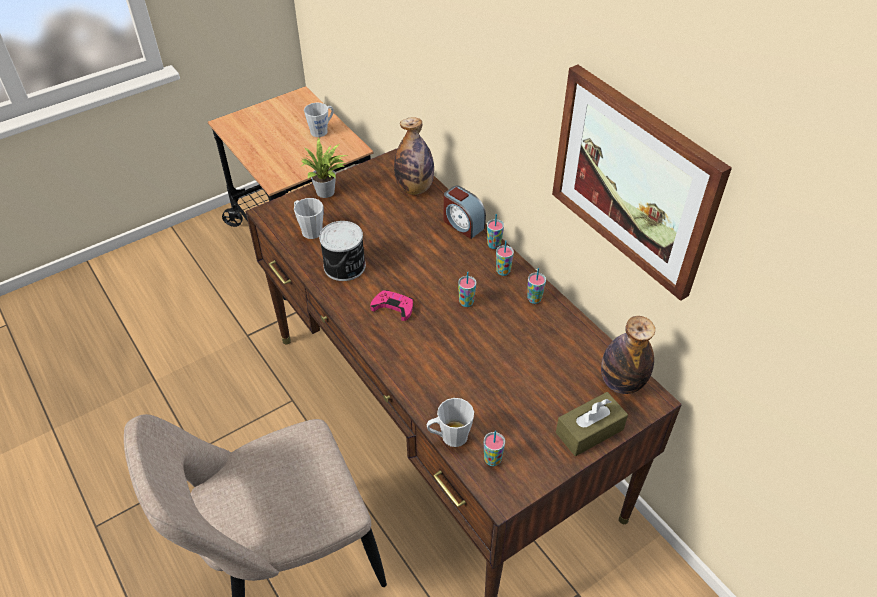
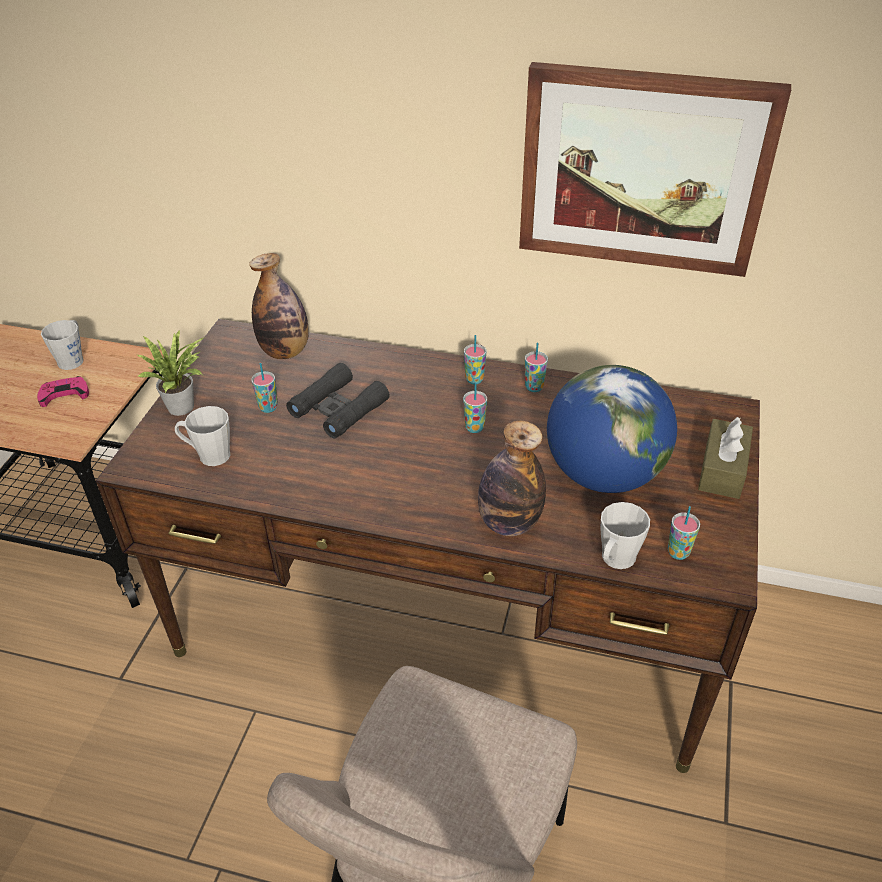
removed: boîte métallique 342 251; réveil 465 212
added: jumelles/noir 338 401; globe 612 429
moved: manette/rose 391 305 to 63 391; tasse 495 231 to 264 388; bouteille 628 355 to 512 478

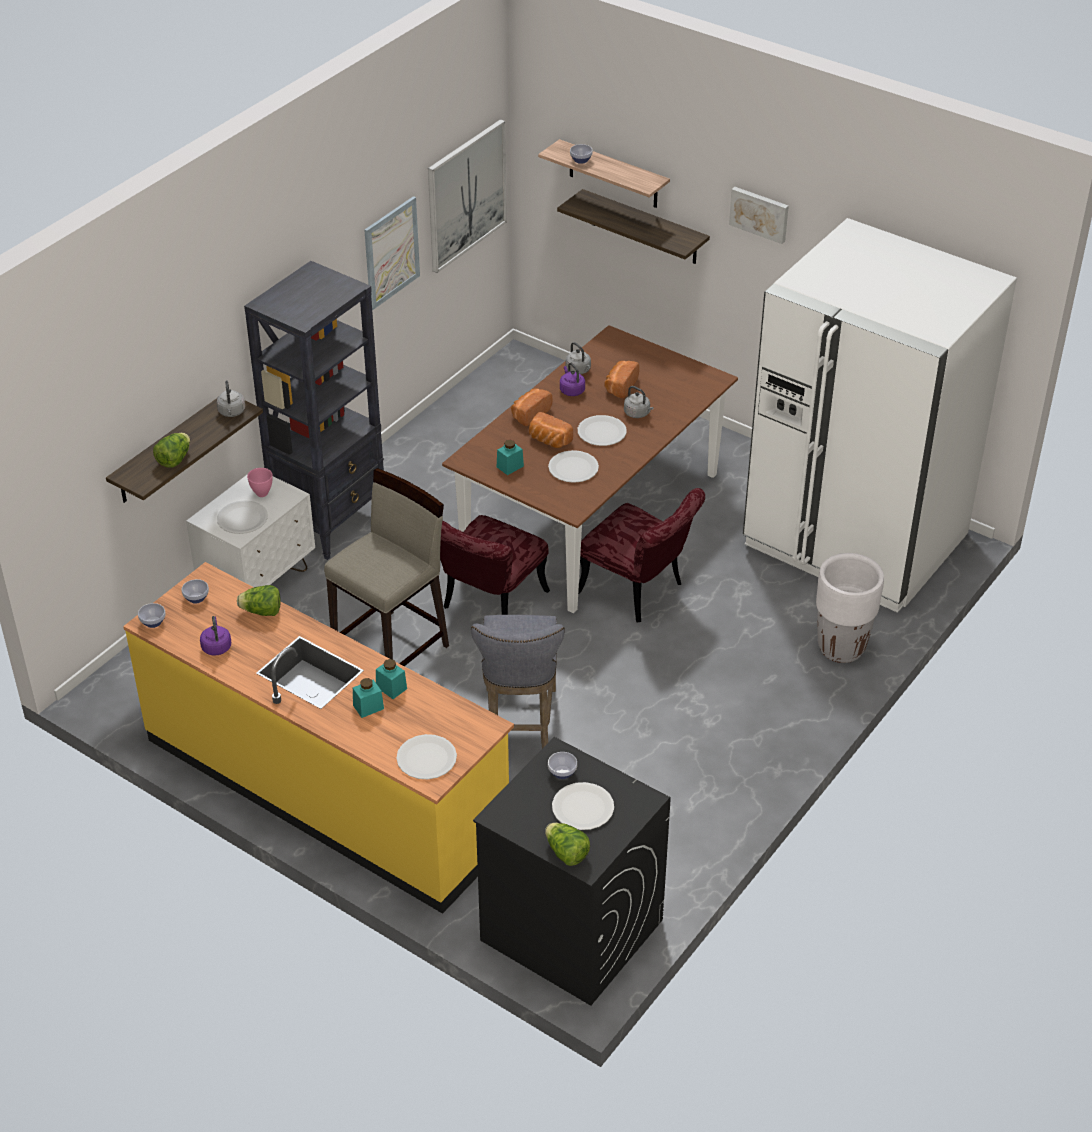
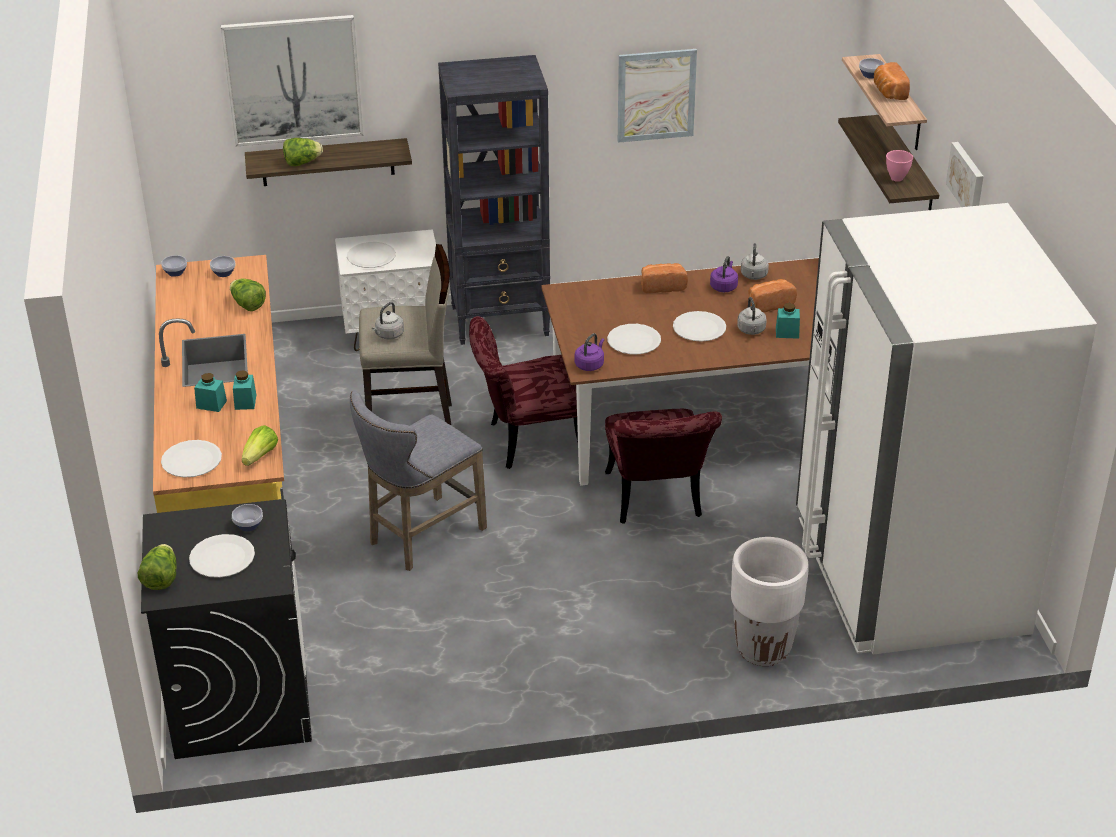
added: laitue 260 445
moved: bouilloire/violet 215 636 to 589 352; bouilloire/gris 230 398 to 388 321; bol/rose 260 482 to 899 166; tableau 467 196 to 292 80; bocal/turquoise 510 457 to 788 321; pain 551 430 to 892 81

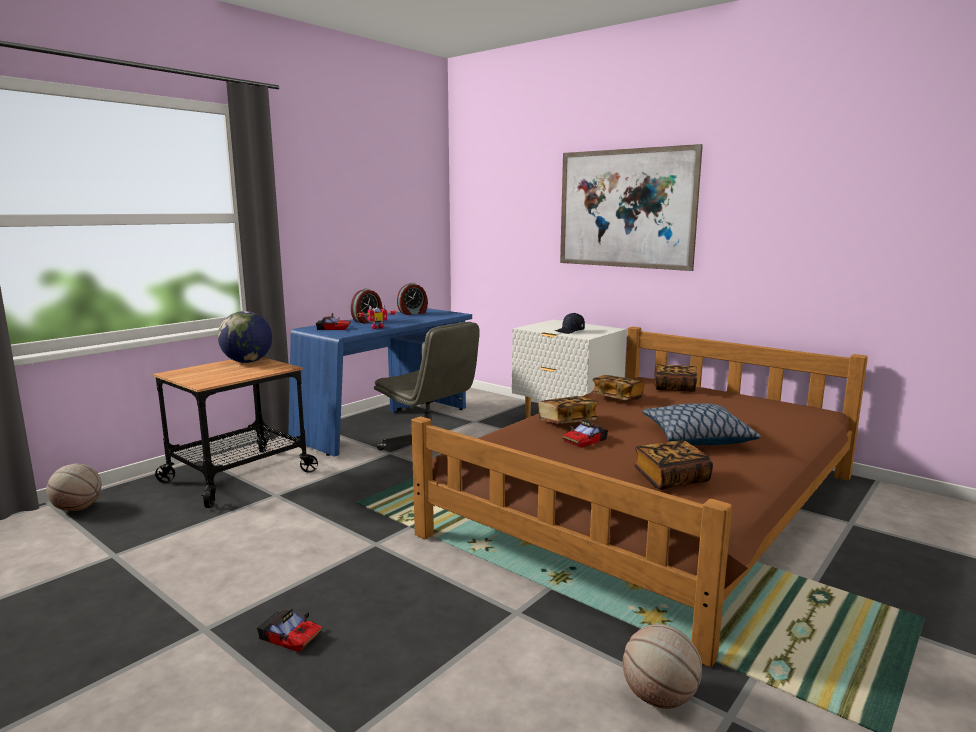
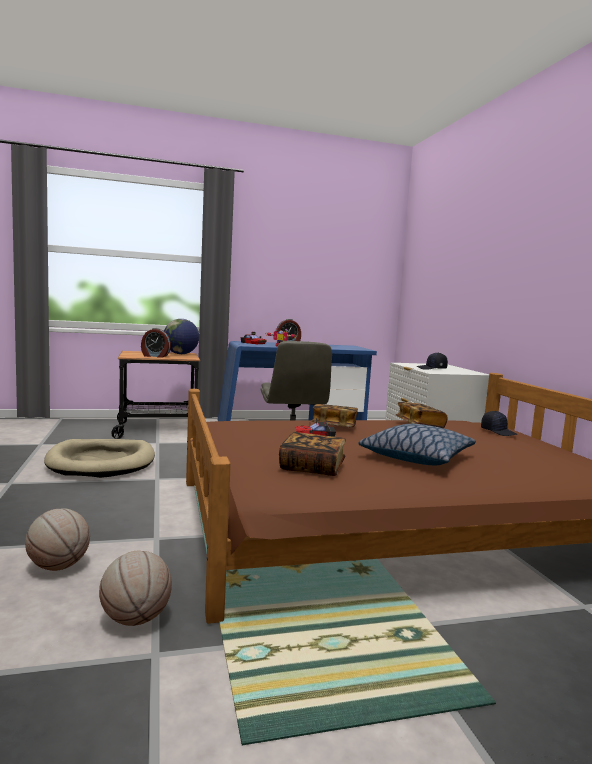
removed: petite voiture 289 630; tableau 631 207
added: panier pour chien/beige 99 458
moved: ballon de basket 73 487 to 57 539; réveil 412 299 to 156 343
replaced: livre 676 378 to casquette/noir 499 423

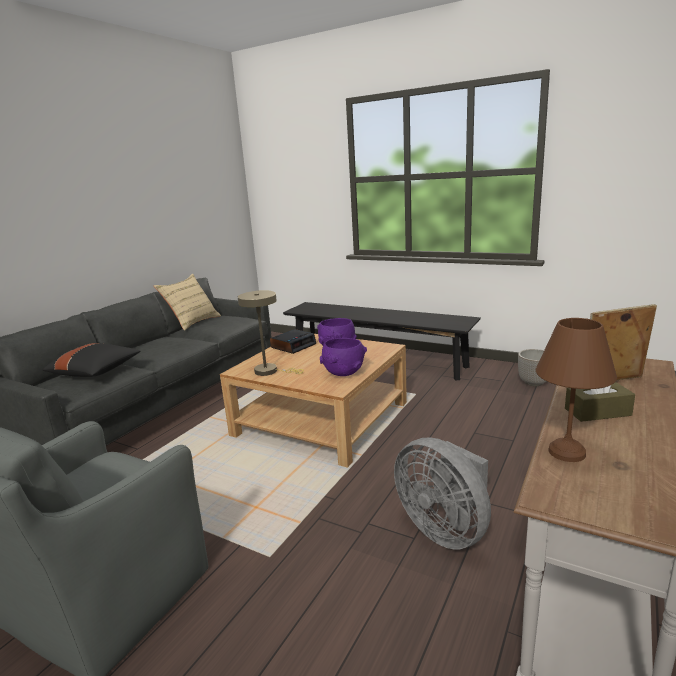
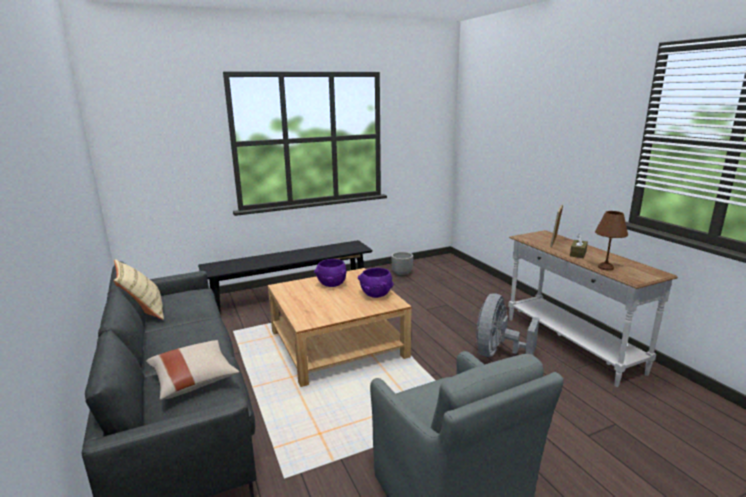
removed: lampe de table/beige 271 333; réveil 293 341
recoloured: coussin/noir 92 360 to coussin/beige 192 370
turned: ventilateur/gris 442 494 = 507 325 120 degrees clockwise

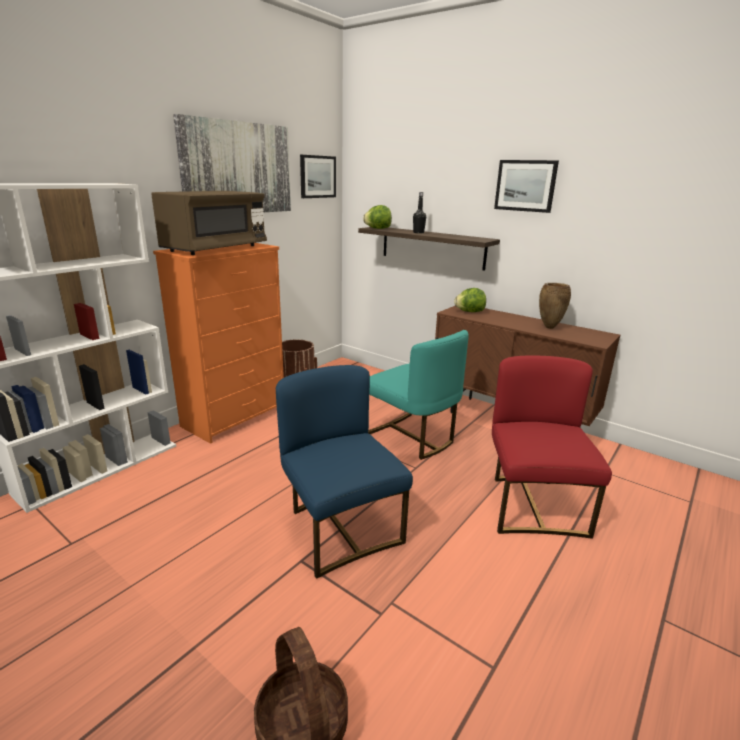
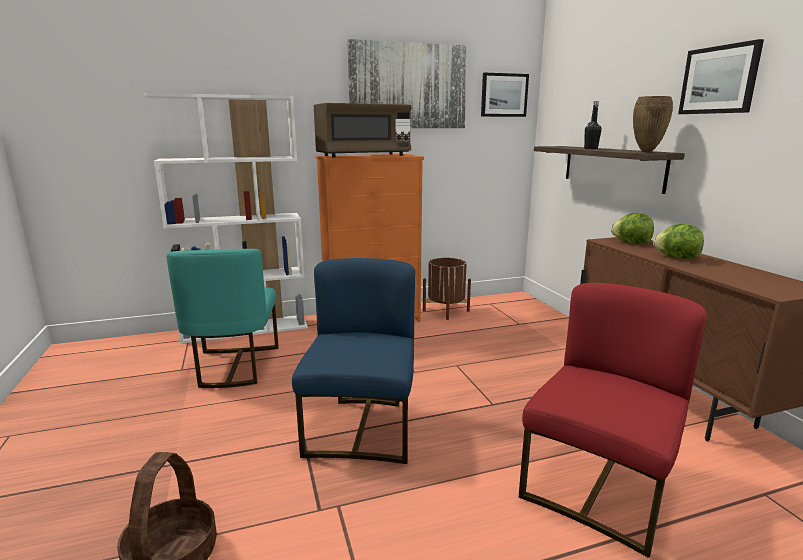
moved: laitue 377 217 to 678 241; chaise/turquoise 418 395 to 222 318; vase/marron 555 306 to 653 124

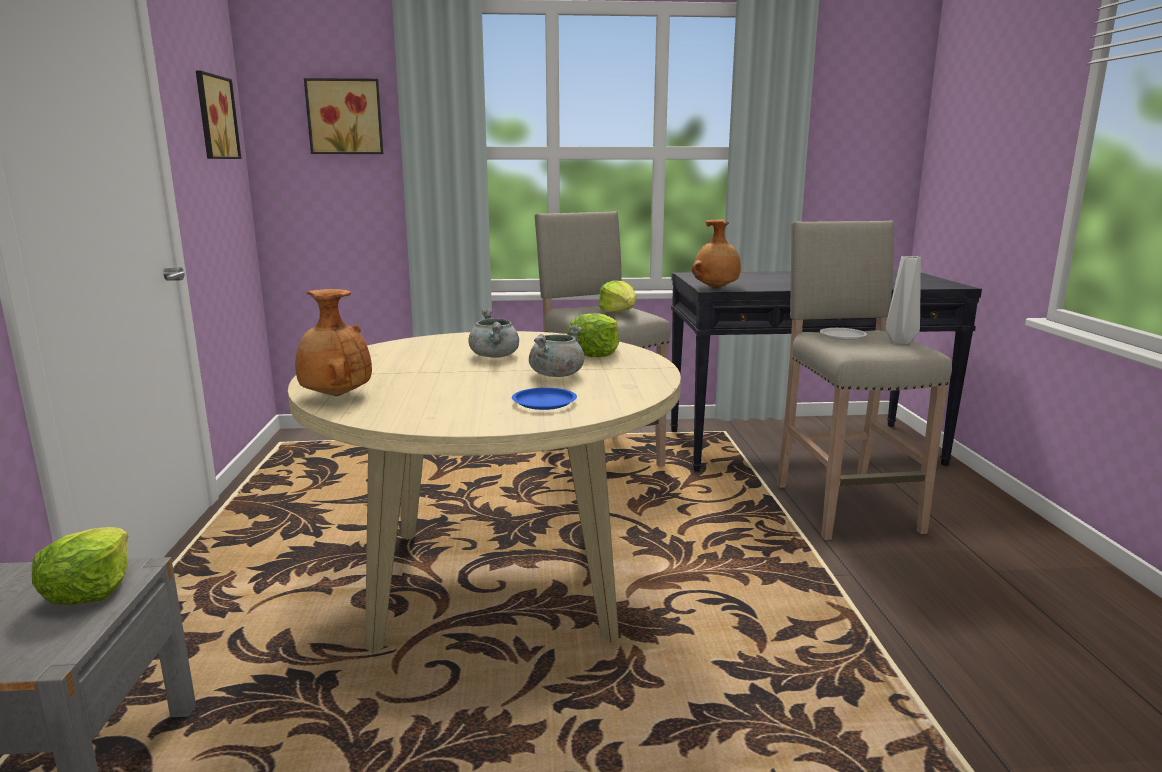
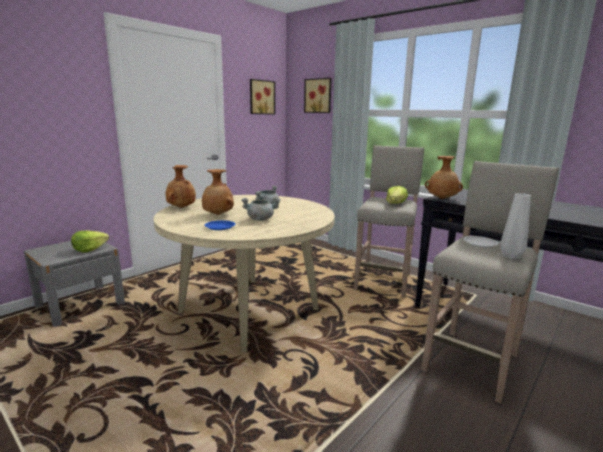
removed: laitue 593 335
added: vase/marron 218 192

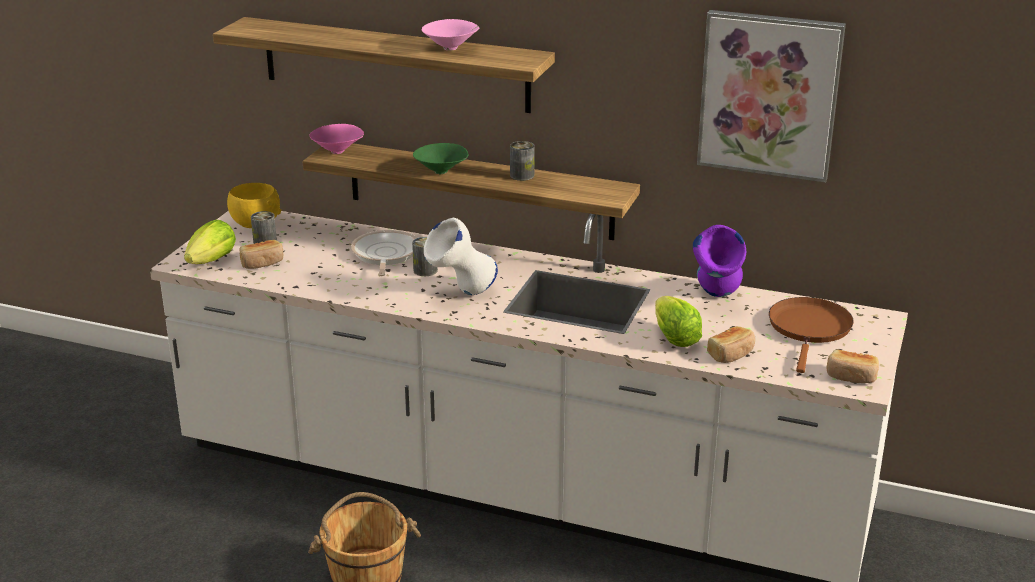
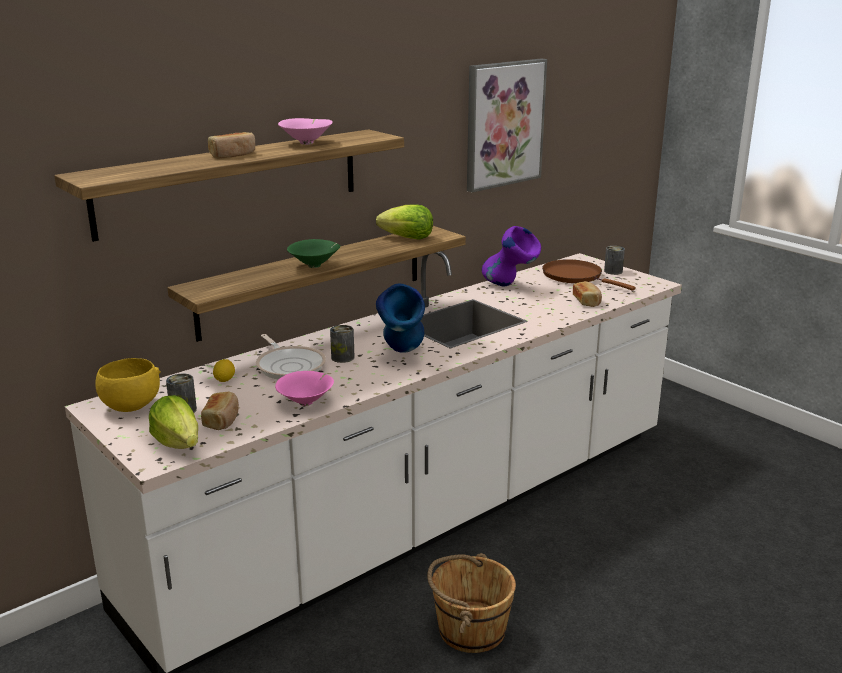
added: citron 224 370
moved: bol/rose 337 139 to 304 388; boîte métallique 522 161 to 614 260; laitue 678 321 to 404 222; pain 853 366 to 231 145
recoloured: vase/blanc 461 256 to vase/bleu 400 318
turned: poêle 384 253 = 291 357 150 degrees counterclockwise

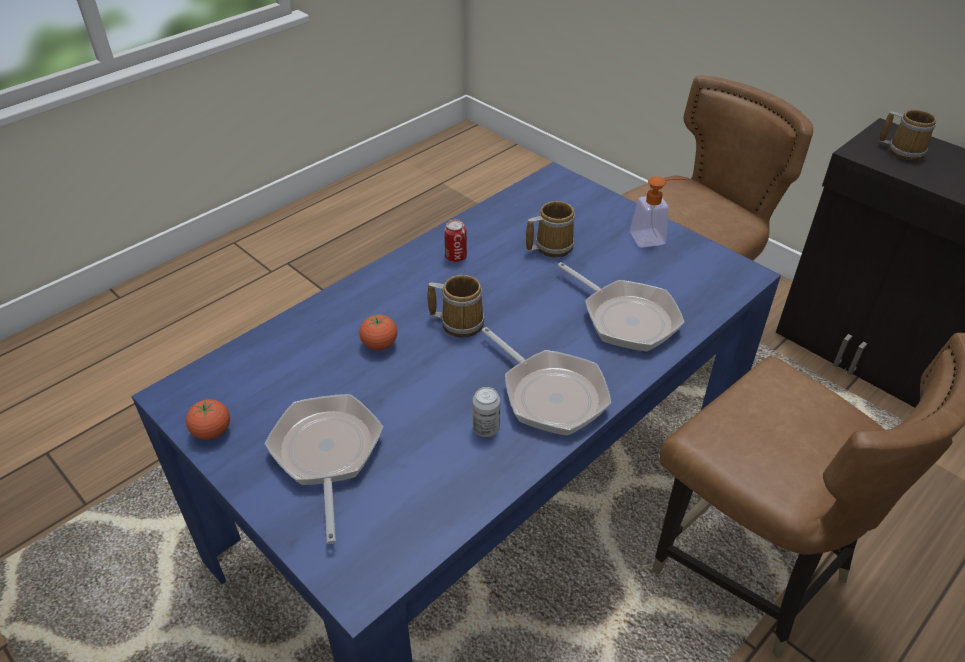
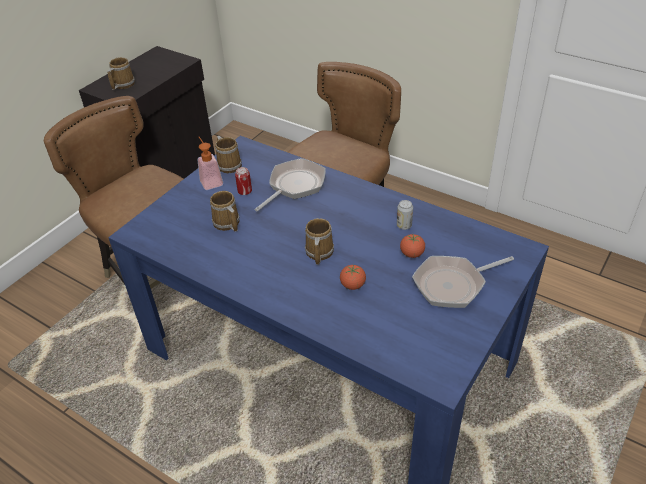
removed: poêle 547 381
added: mug 228 154
moved: tomate 208 419 to 412 246; boîte métallique 455 241 to 243 181

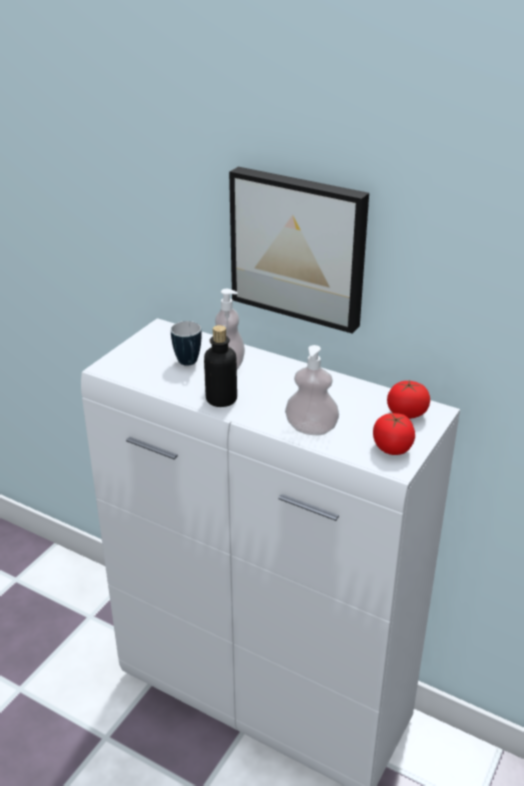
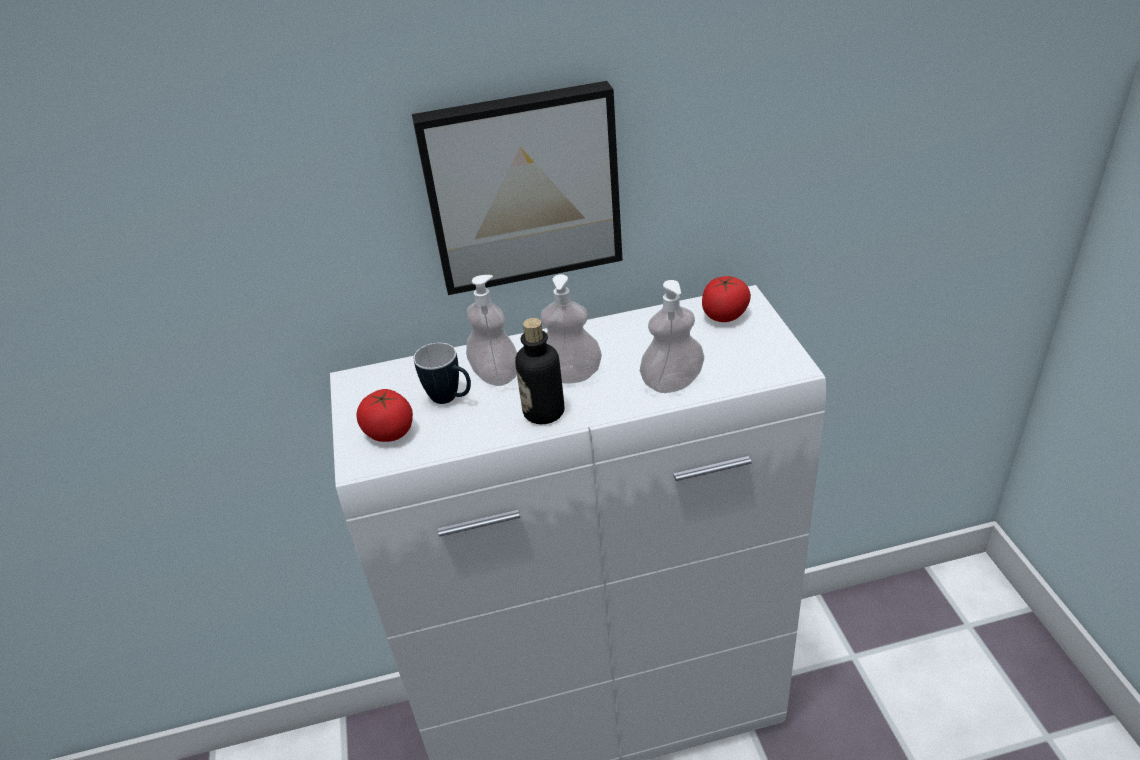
added: distributeur de savon 571 329
moved: tomate 394 434 to 384 415

